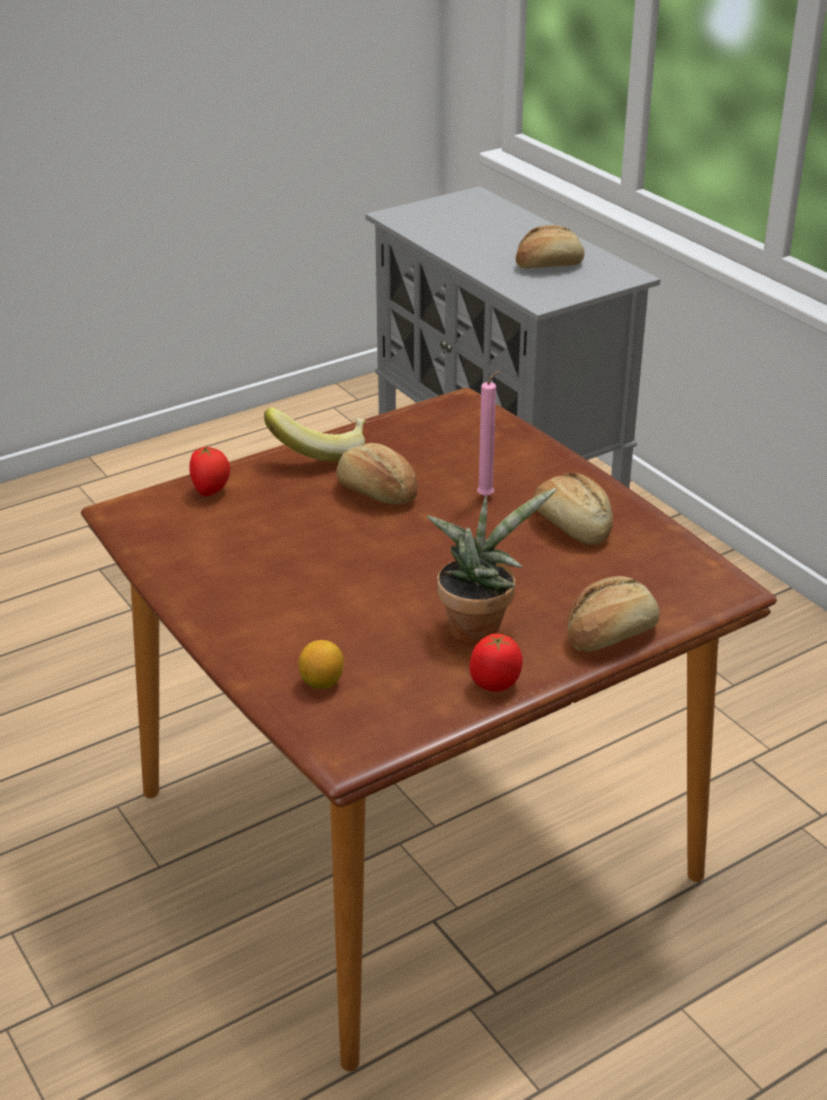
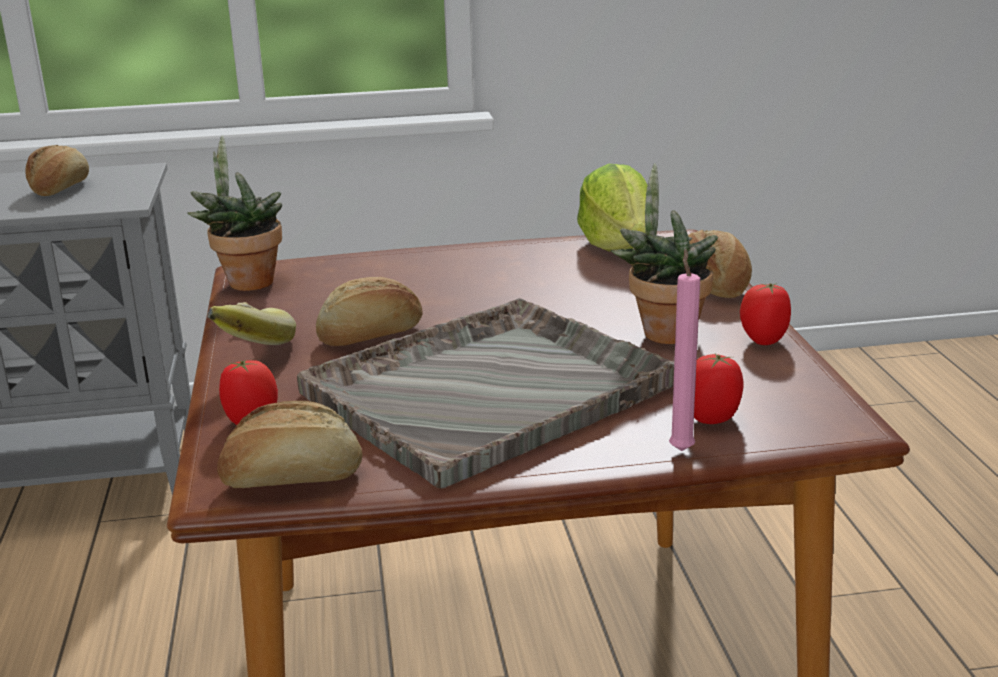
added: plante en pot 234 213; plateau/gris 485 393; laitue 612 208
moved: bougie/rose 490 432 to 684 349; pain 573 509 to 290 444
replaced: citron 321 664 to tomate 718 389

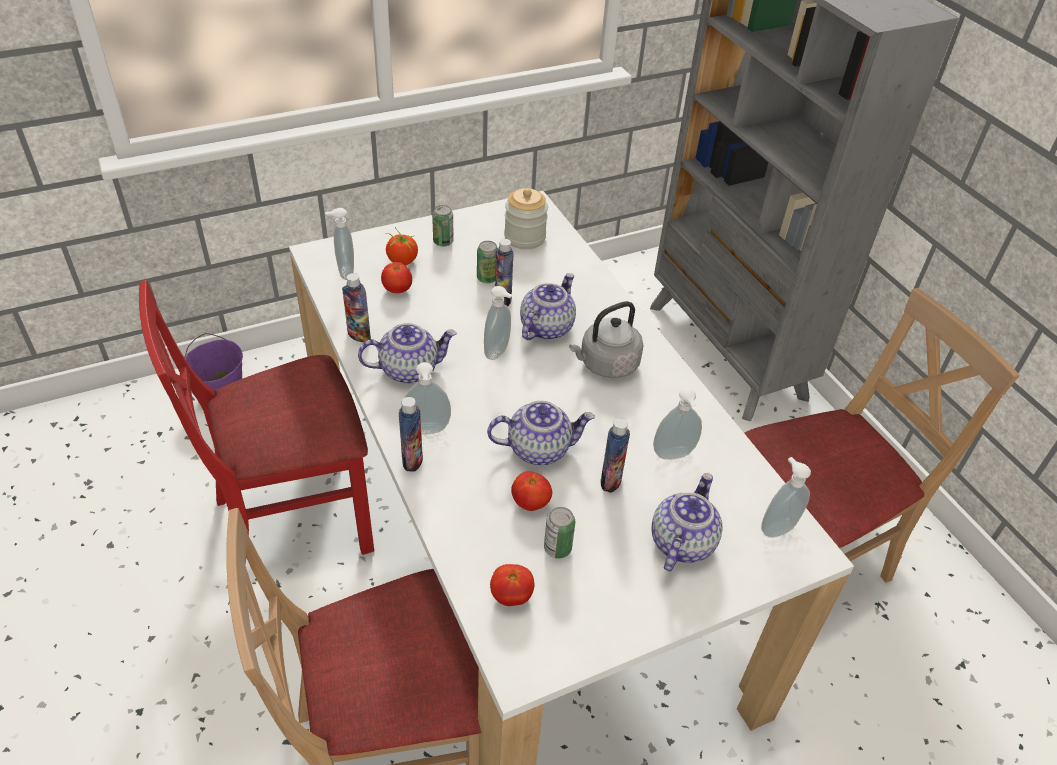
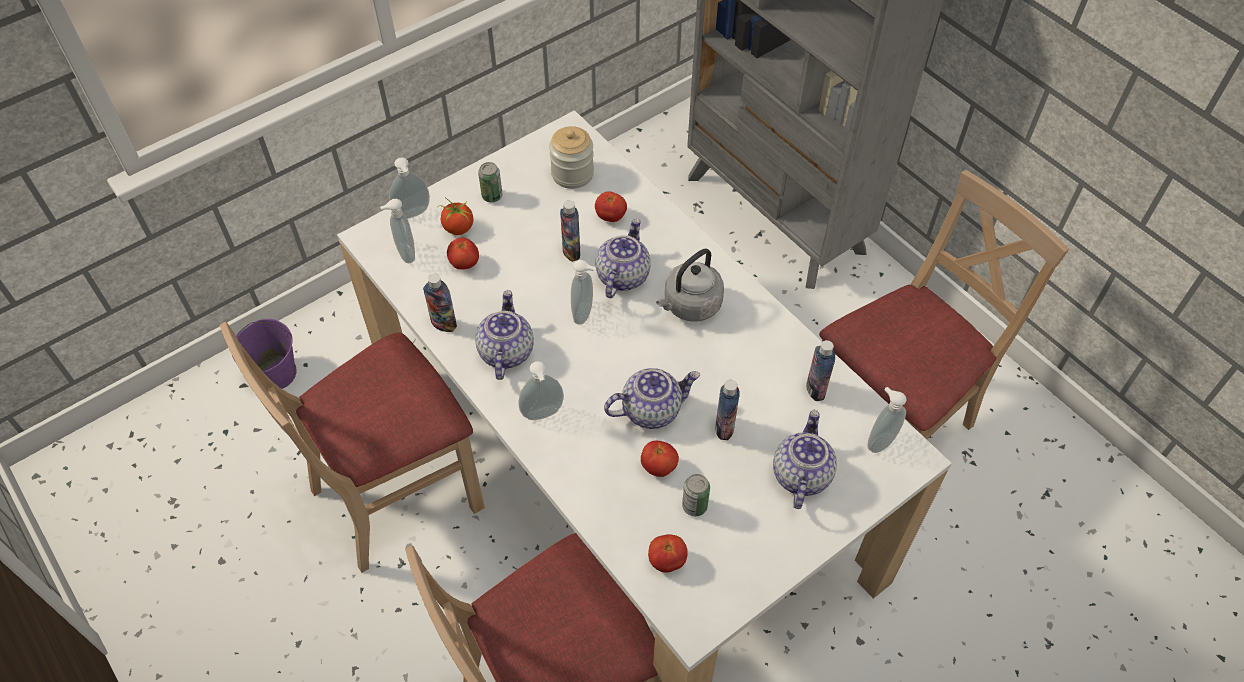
removed: boîte métallique 487 262
added: tomate 611 207
moved: bouteille 411 434 to 820 370; distributeur de savon 677 424 to 409 188
recoloured: chaise/rouge 256 417 to chaise/beige 352 447
turned: théière 407 353 = 504 335 60 degrees counterclockwise

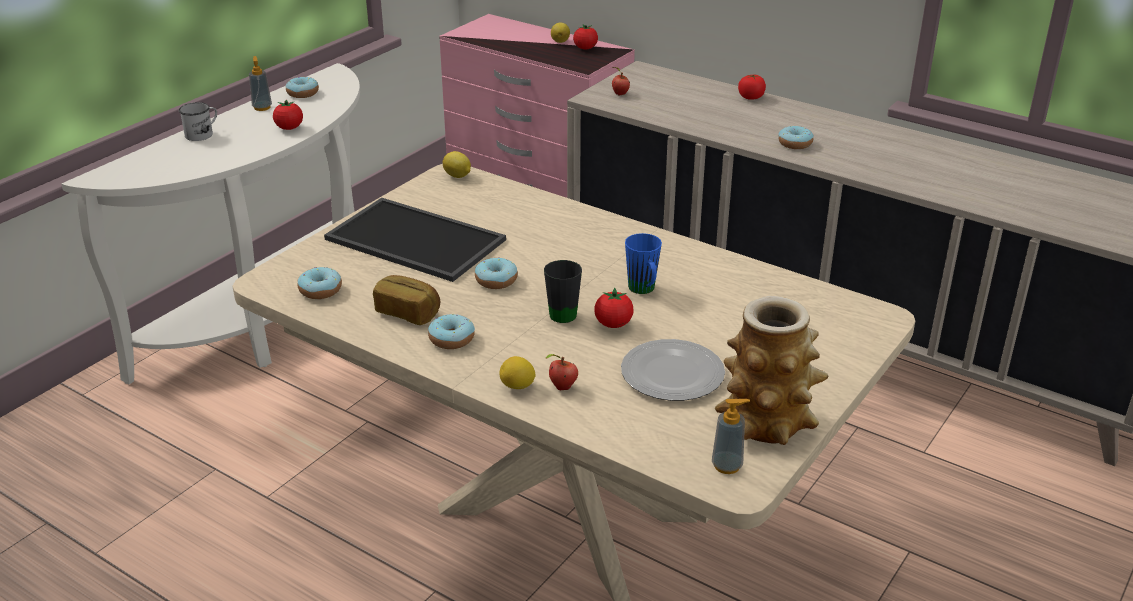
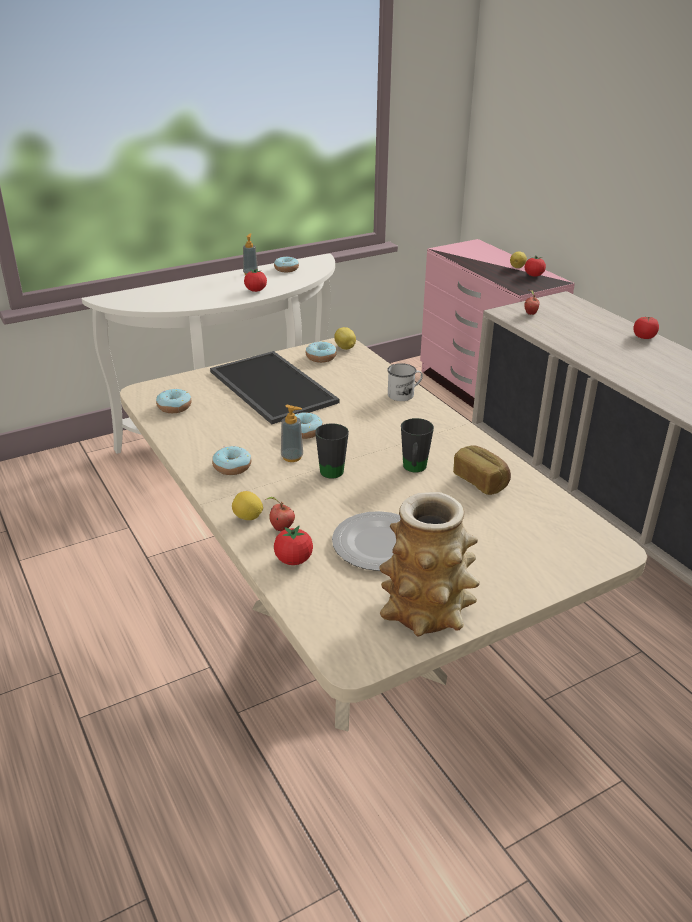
moved: mug/blanc 198 121 to 405 382; pain 407 300 to 482 470; tomate 614 308 to 293 545; distributeur de savon 731 436 to 292 433; beignet 796 137 to 321 352
recoloured: mug/bleu 643 263 to mug/noir 417 445

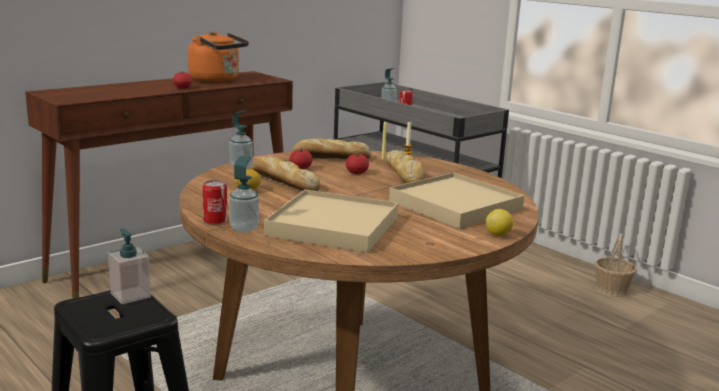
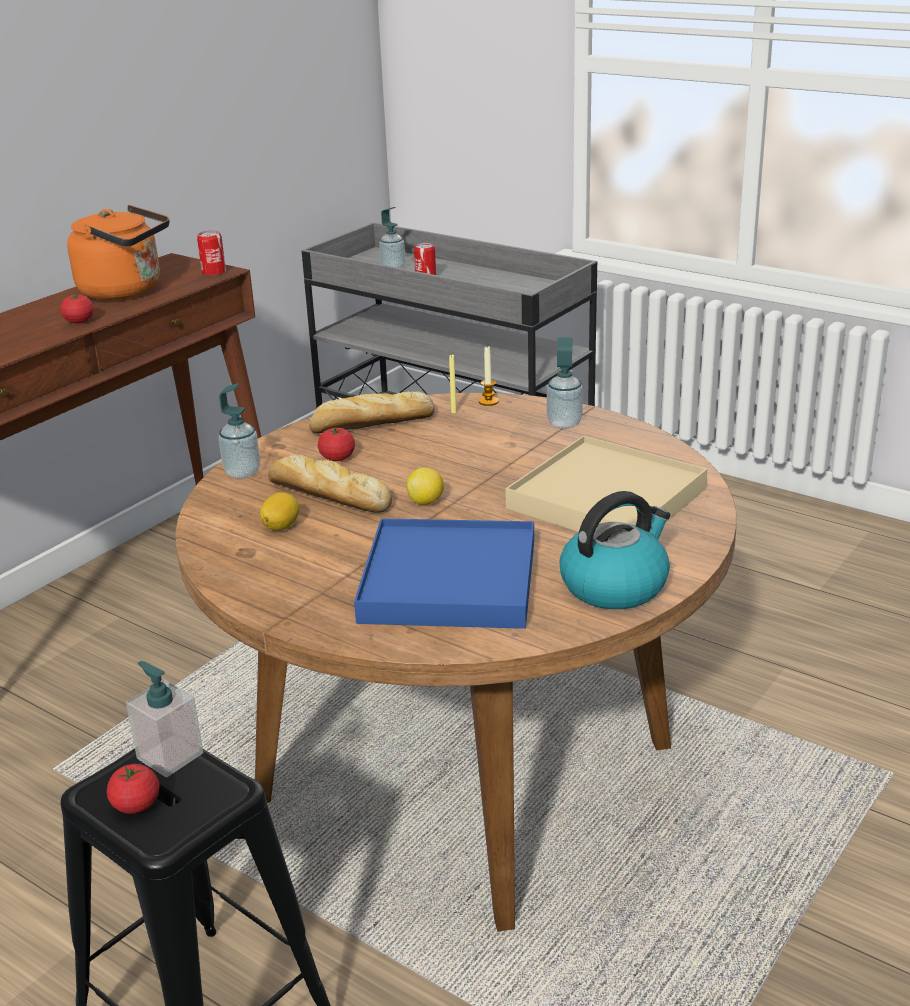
removed: pain 406 166; panier 615 265
added: bouilloire 614 550
moved: boîte métallique 215 202 to 211 253; distributeur de savon 244 194 to 565 383; tomate 357 163 to 133 788; citron 499 222 to 425 486
recoloured: plateau/beige 331 221 to plateau/bleu 444 573

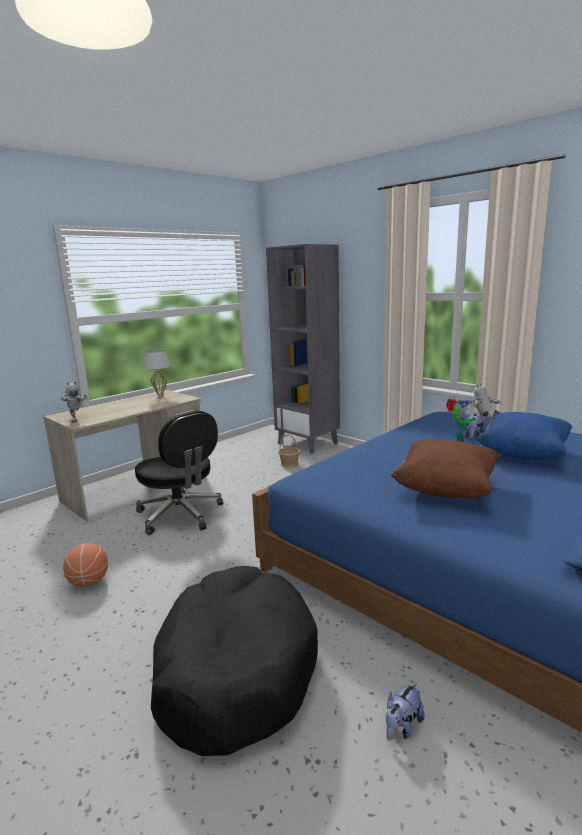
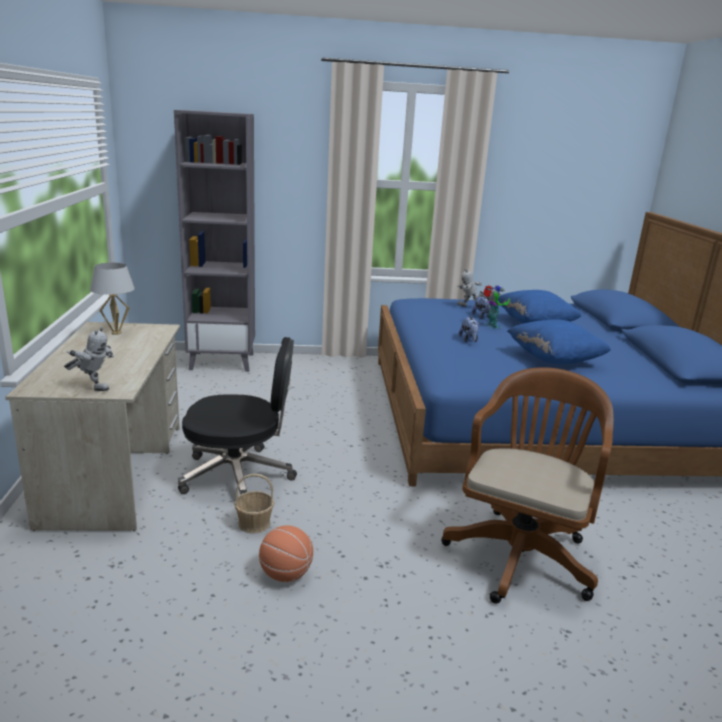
moved: panier 289 451 to 254 504; peluche 405 711 to 469 329
replaced: panier pour chien/noir 234 661 to chaise de bureau/marron 527 485
recoloured: coussin/marron 445 468 to coussin/bleu 559 341

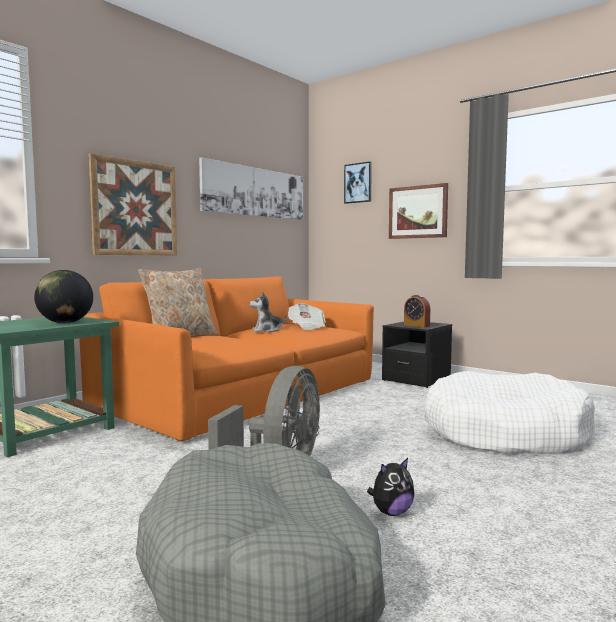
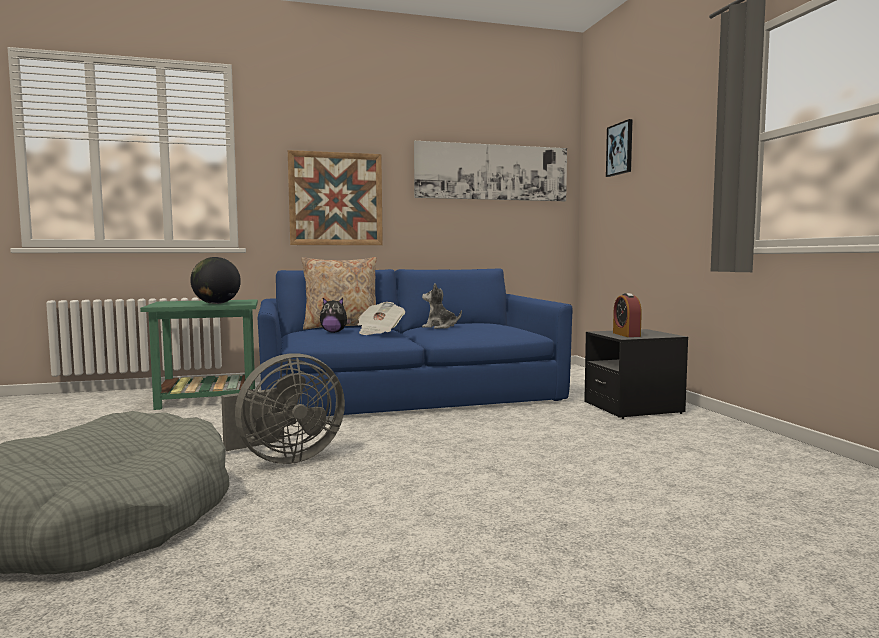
removed: tableau 418 211; panier pour chien/blanc 509 412
moved: journal 306 316 to 381 318; peluche 390 487 to 335 315
recoloured: canapé/orange 226 359 to canapé/bleu 415 342

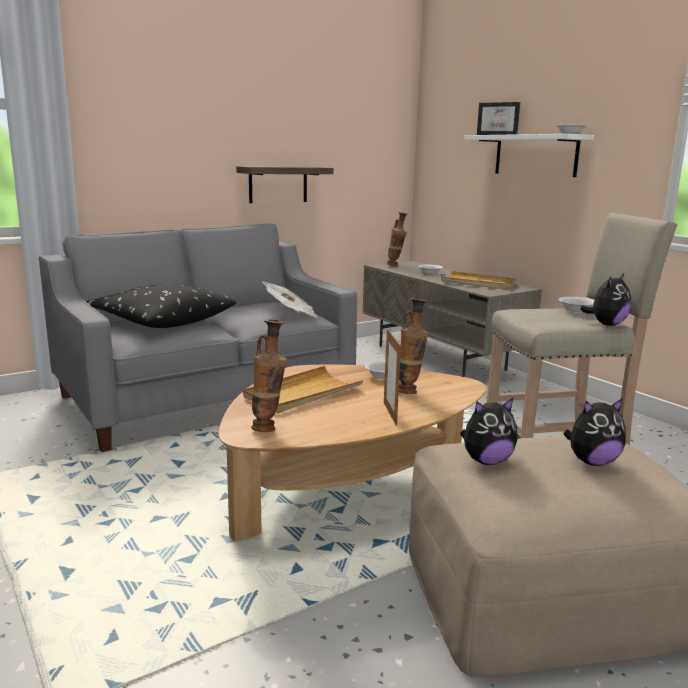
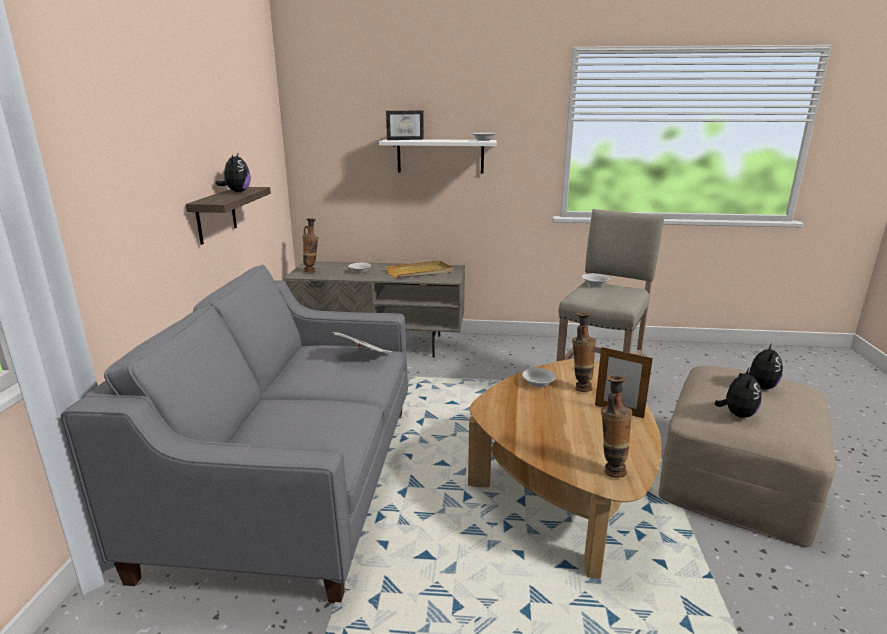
removed: coussin/noir 161 306; plateau/beige 303 389
moved: peluche 605 300 to 233 173

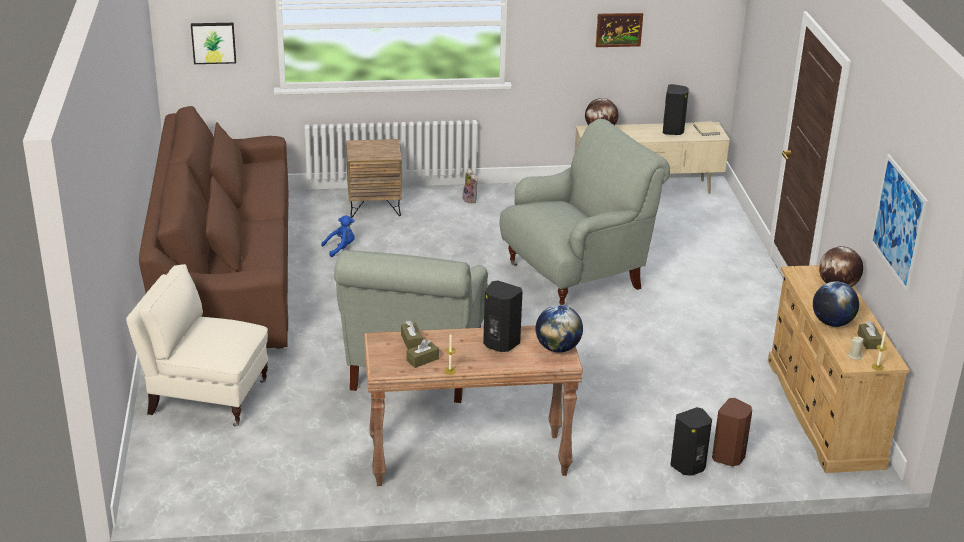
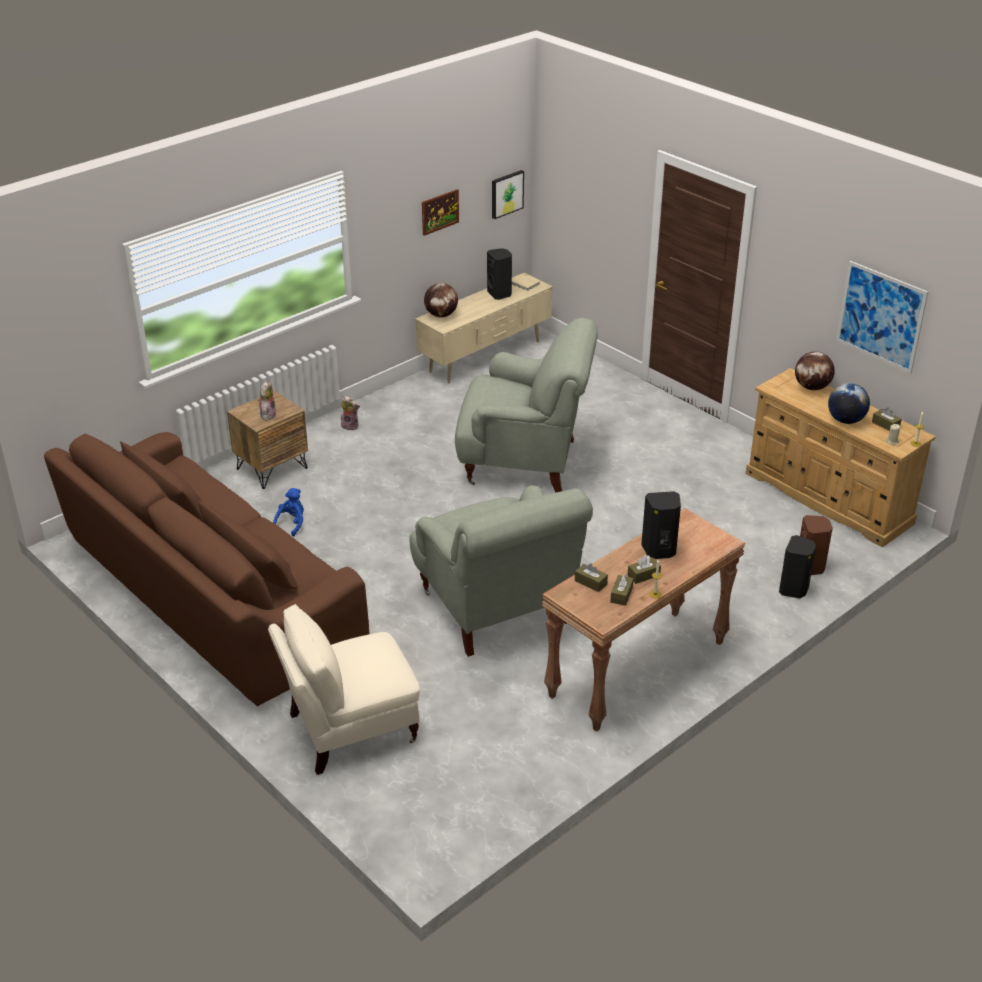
removed: globe 559 329
added: peluche 266 401; boîte à mouchoirs/marron 644 569
moved: tableau 213 43 to 508 194
turned: fauteuil/gris 584 212 = 526 405 75 degrees clockwise

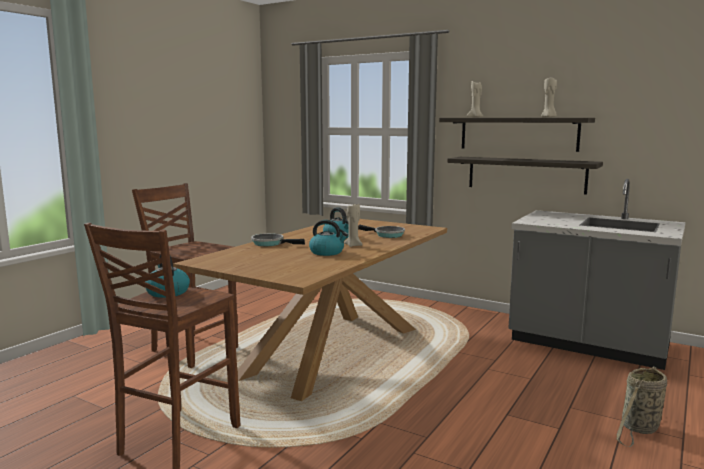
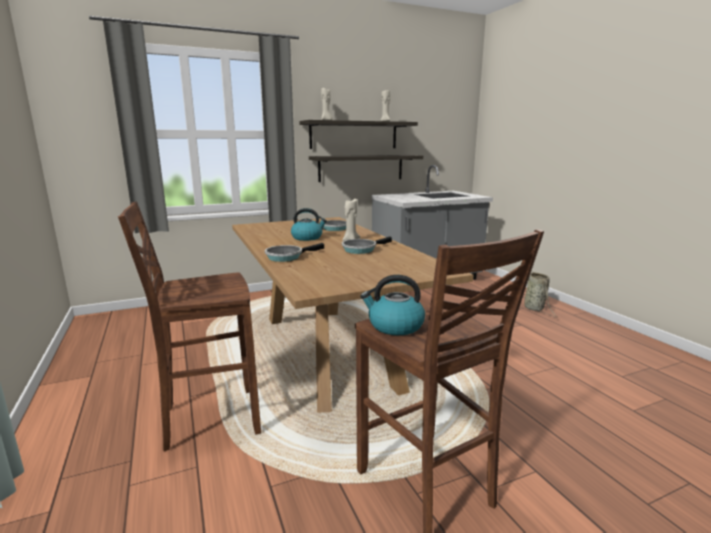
replaced: bouilloire 328 238 to poêle 367 245

